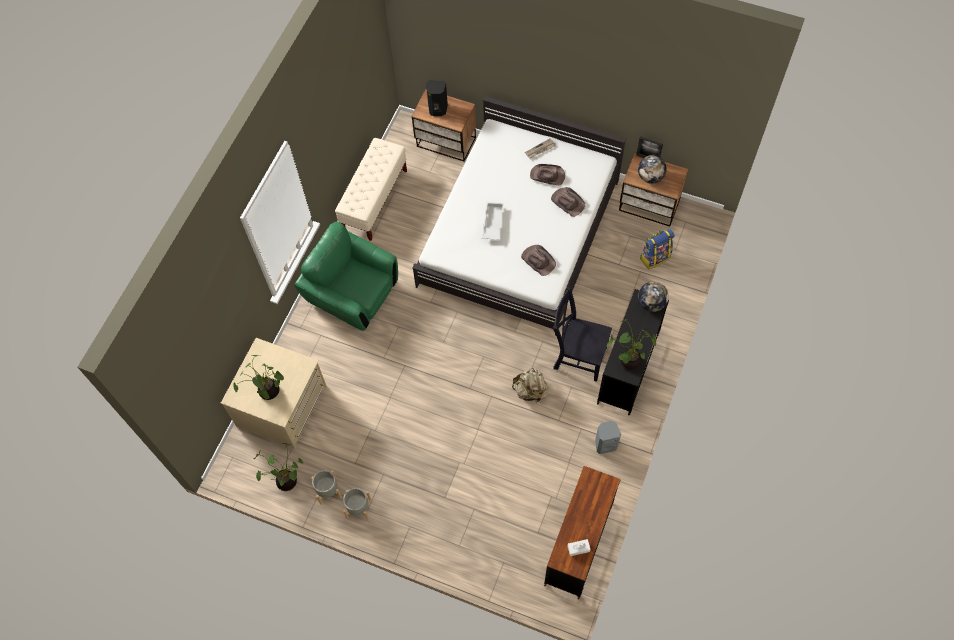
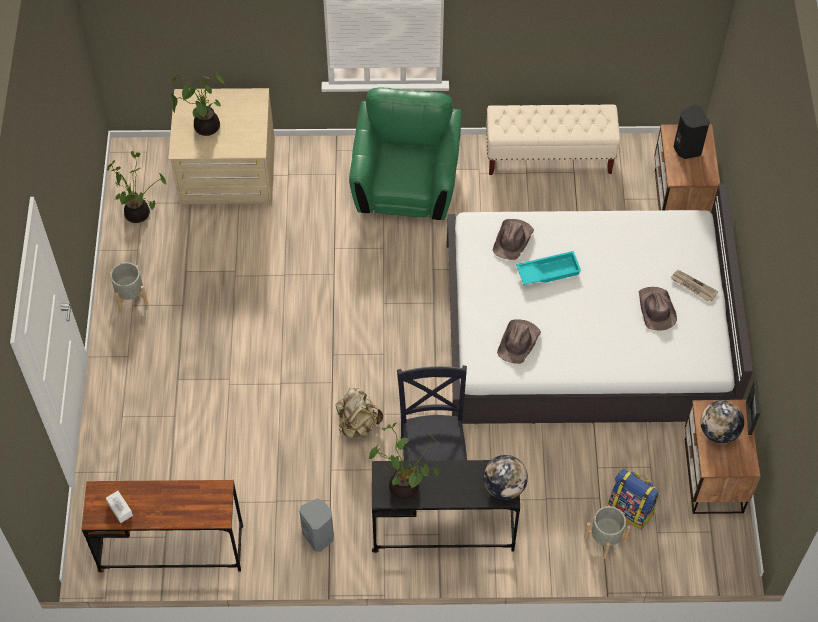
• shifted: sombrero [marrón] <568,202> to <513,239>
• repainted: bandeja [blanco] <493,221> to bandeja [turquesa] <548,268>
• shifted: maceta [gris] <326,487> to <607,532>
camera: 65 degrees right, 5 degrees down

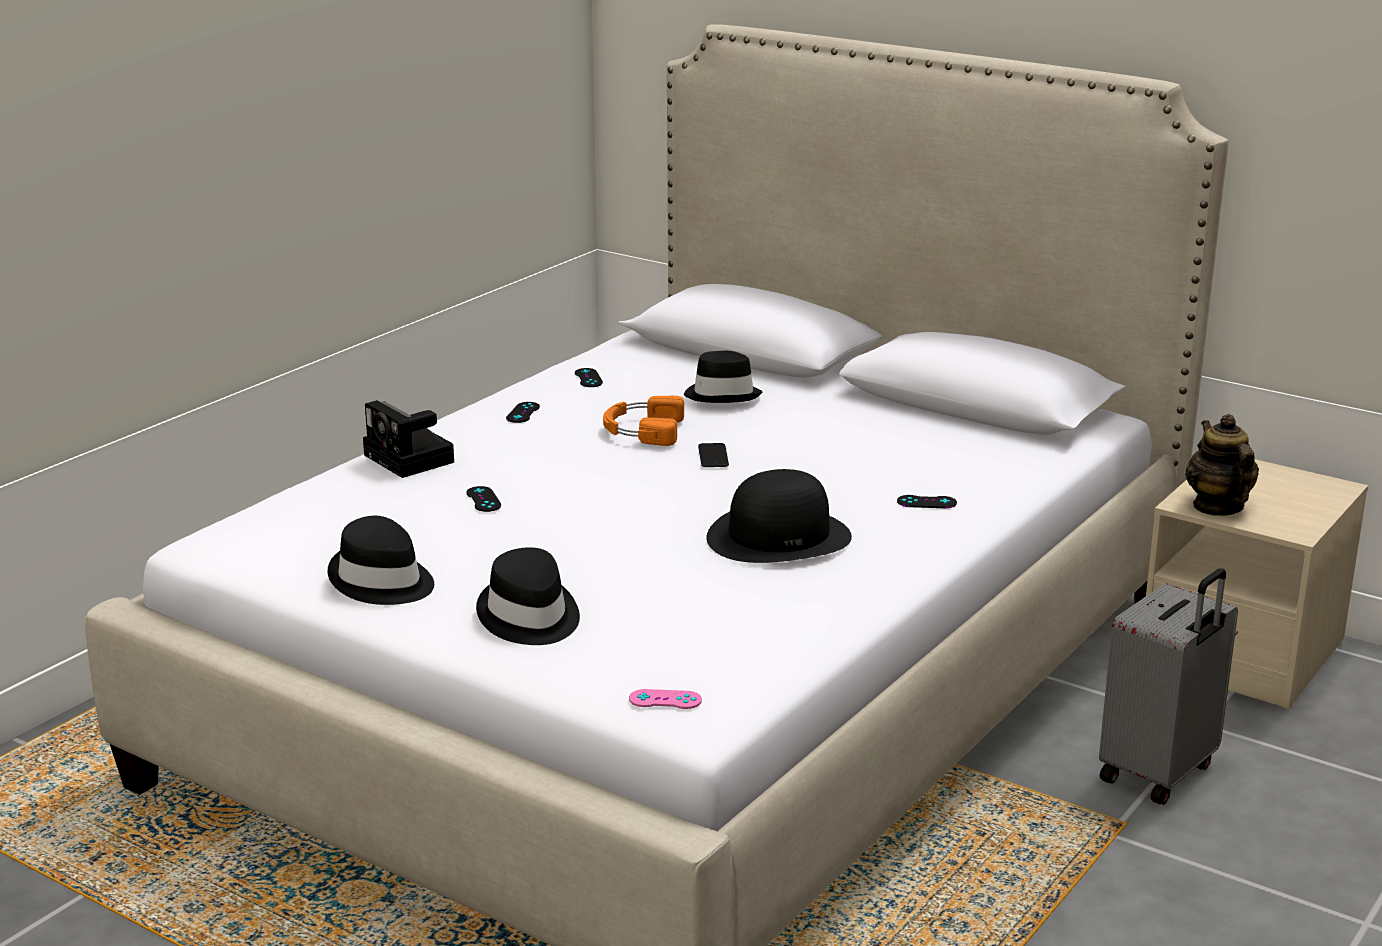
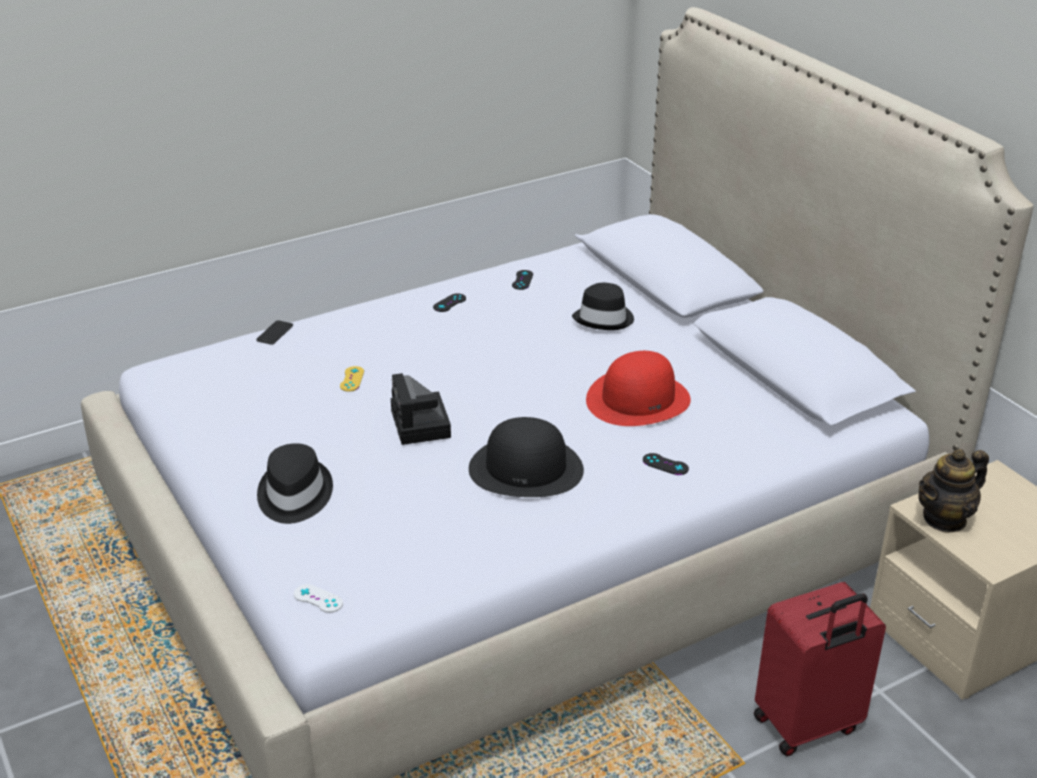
• shifted: móvil <713,455> to <274,332>
• repainted: mando de consola [rosa] <665,699> to mando de consola [blanco] <318,598>
• repainted: mando de consola [negro] <483,499> to mando de consola [amarillo] <352,379>
• shifted: cámara <408,439> to <421,409>
• new: sombrero [rojo] <638,388>
• repainted: maleta [gris] <1168,686> to maleta [rojo] <820,669>
• rotated: tetera <1222,465> = <953,491> 135 degrees counterclockwise
• gone: sombrero [negro] <381,560>
• gone: auriculares [naranja] <643,421>
camera: 25 degrees right, 10 degrees up

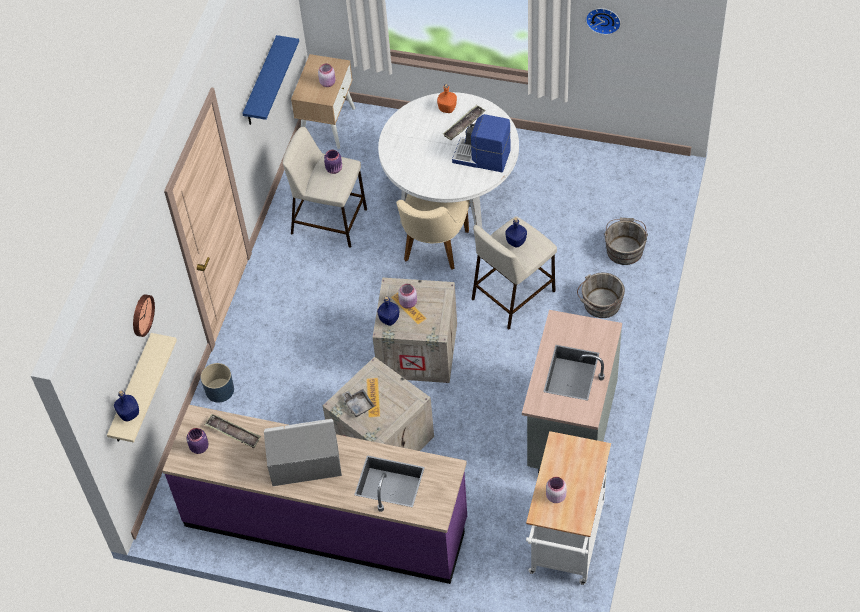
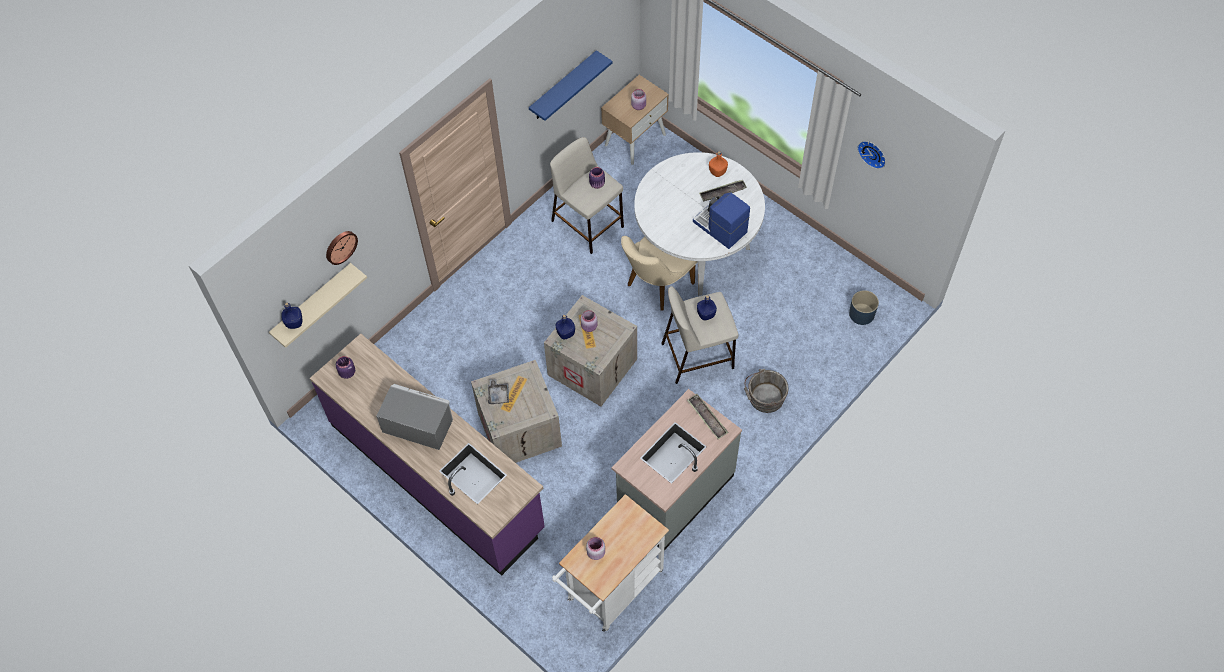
• shifted: bandeja <233,431> to <707,416>
• shifted: maceta [azul] <217,382> to <864,307>
• gone: cubo [gris] <626,241>
camera: 25 degrees right, 5 degrees up

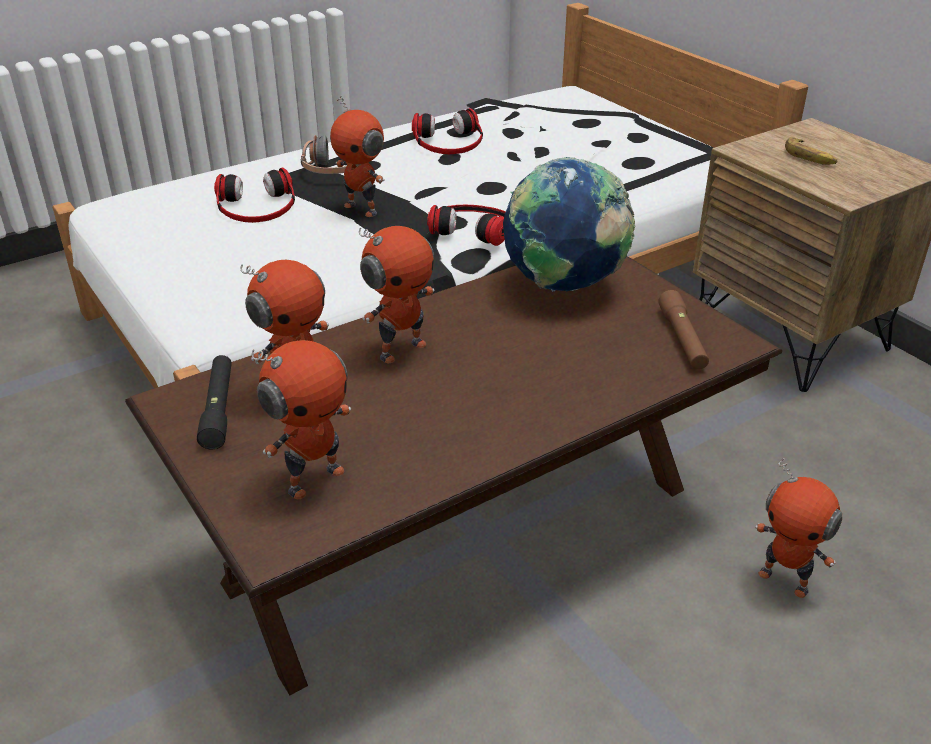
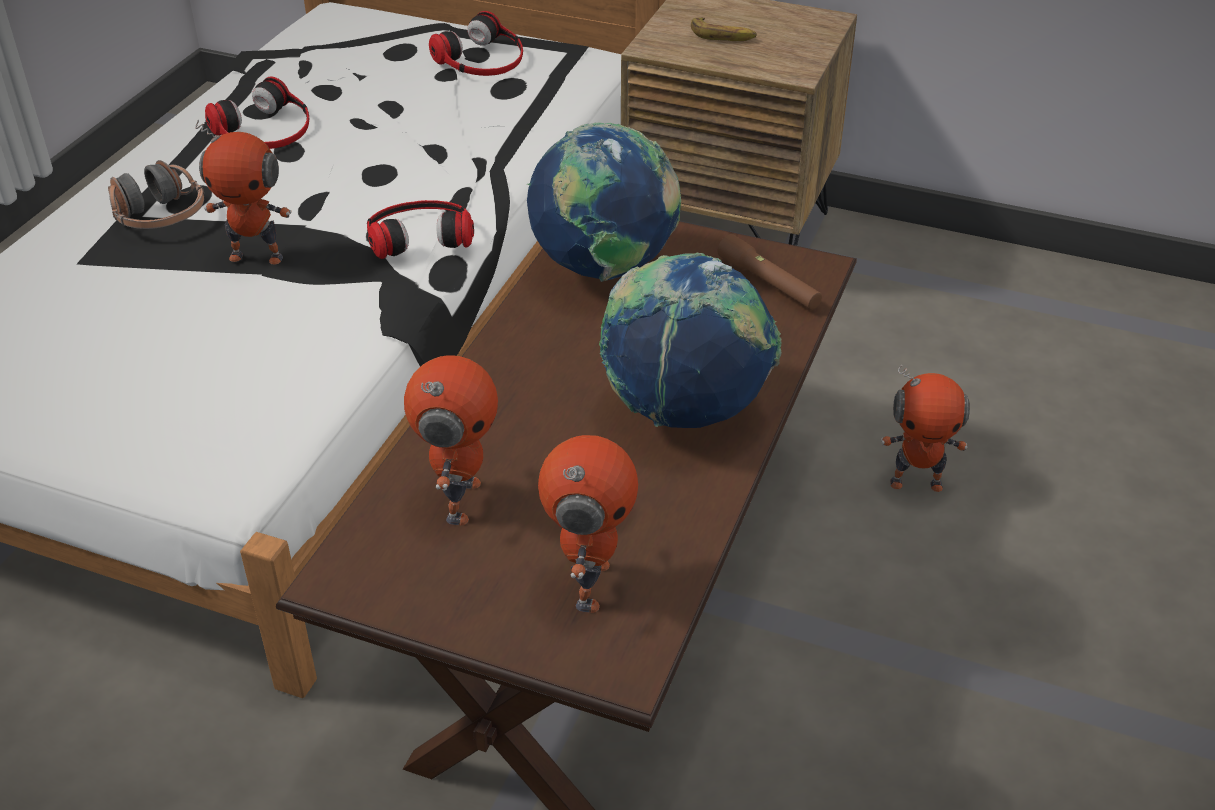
• shifted: auriculares <254,195> to <476,43>
• new: globo terráqueo <690,340>
• gone: linterna [negro] <214,402>
• gone: robot de juguete <396,294>
camera: 35 degrees left, 5 degrees up

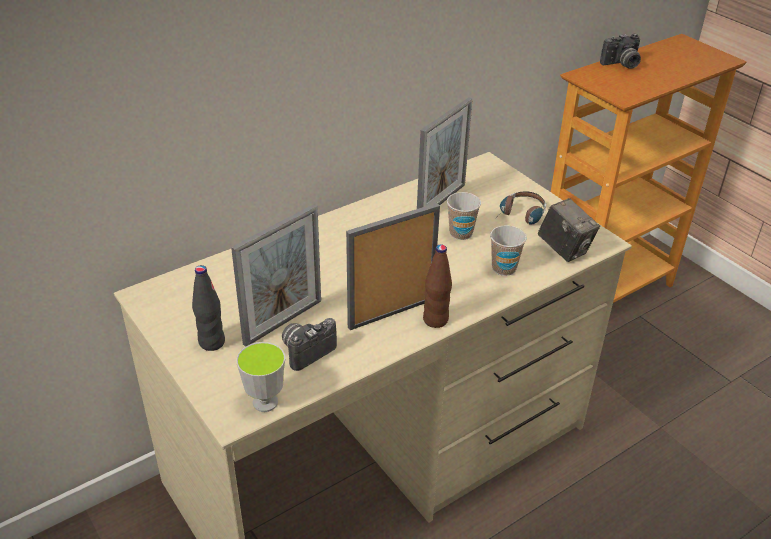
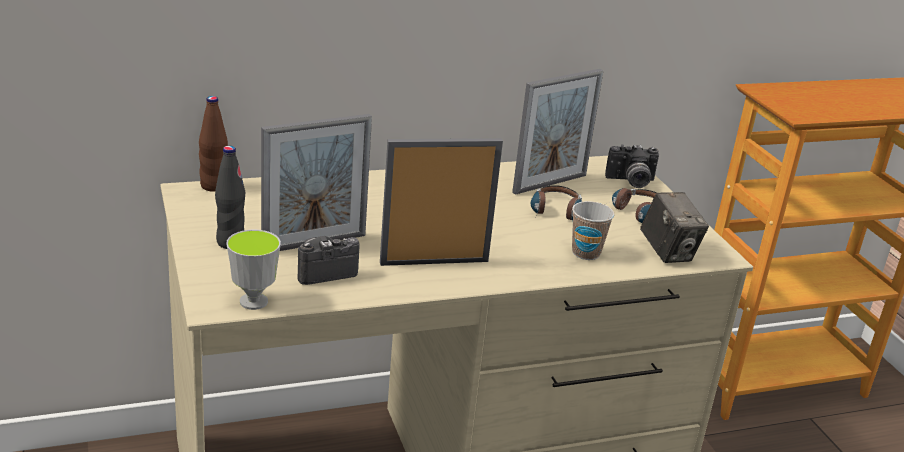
• shifted: botella [marrón] <437,286> to <213,144>
• swapped: taza <464,216> to auriculares <556,202>
• shifted: cámara <620,51> to <632,166>
camera: 15 degrees right, 10 degrees down

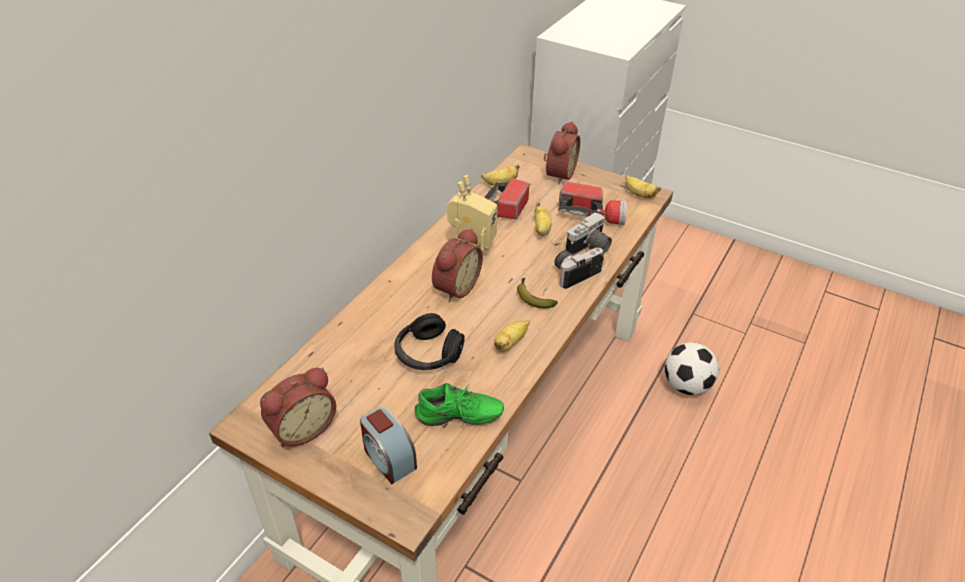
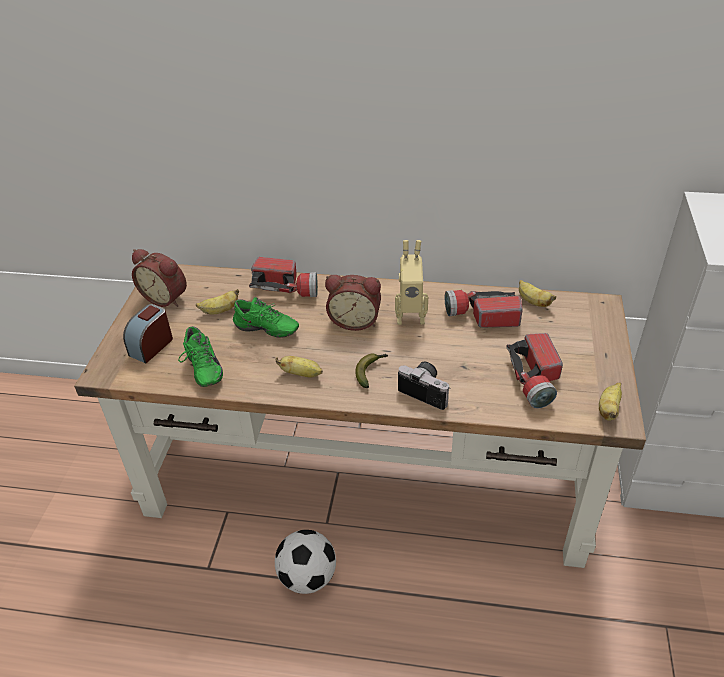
• shifted: plátano <543,219> to <217,301>
• swapped: auriculares [negro] <429,341> to zapato [verde] <266,317>
• new: linterna <283,277>
• shifted: balón de fútbol <692,368> to <305,562>
• gone: despertador <562,153>
• gone: cámara <589,234>
camera: 70 degrees right, 0 degrees up

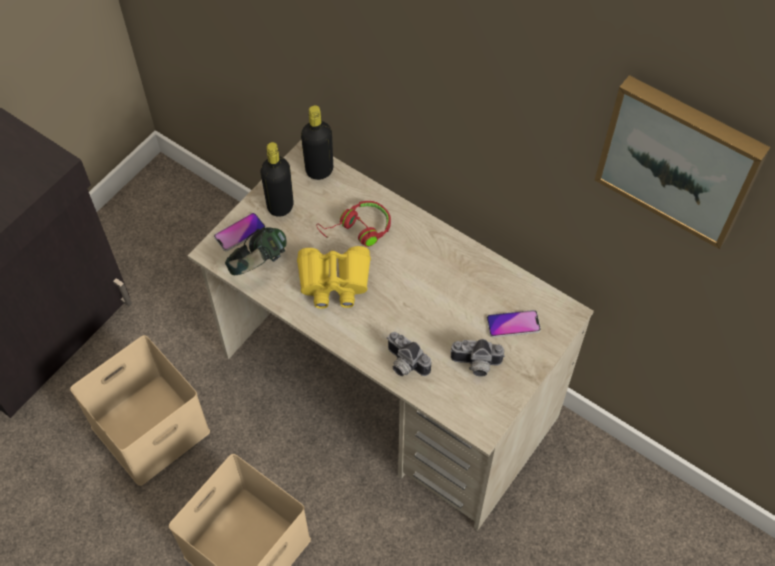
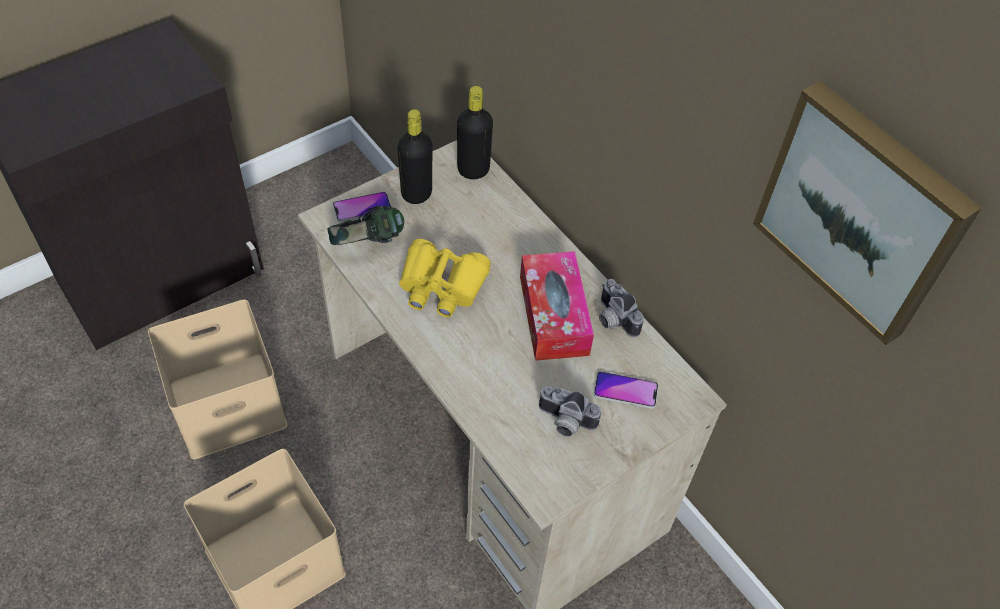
• new: caja de pañuelos <557,306>
• shifted: cámara <409,354> to <621,308>
• gone: auriculares [rojo] <353,224>
camera: 15 degrees right, 5 degrees down

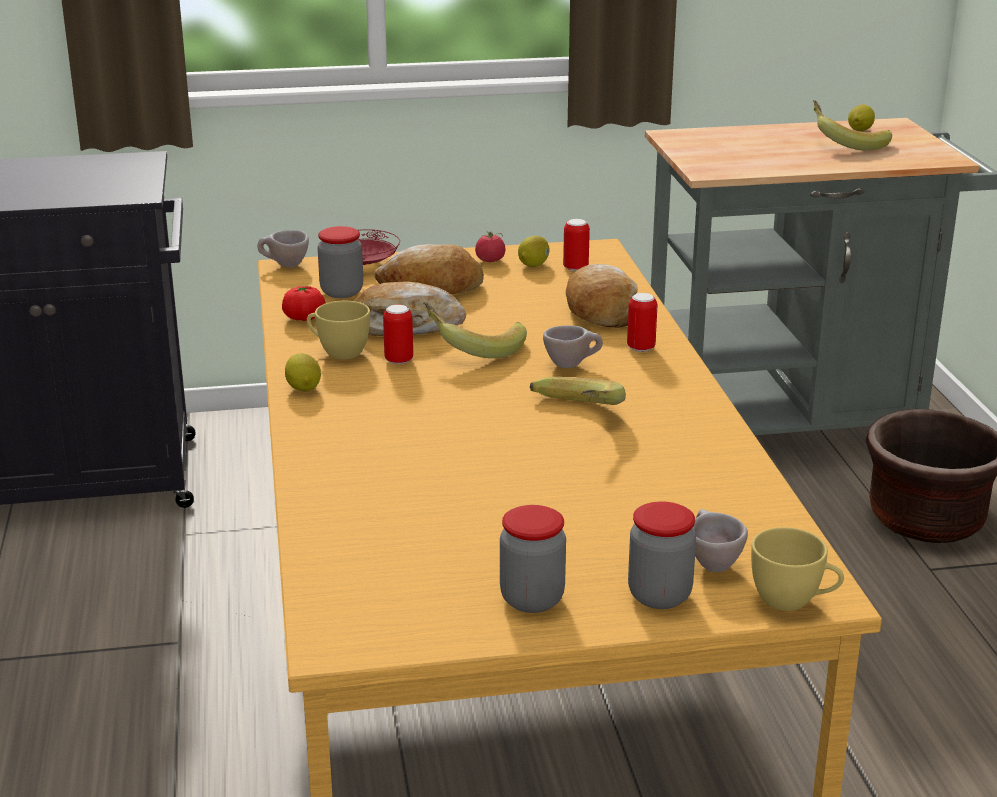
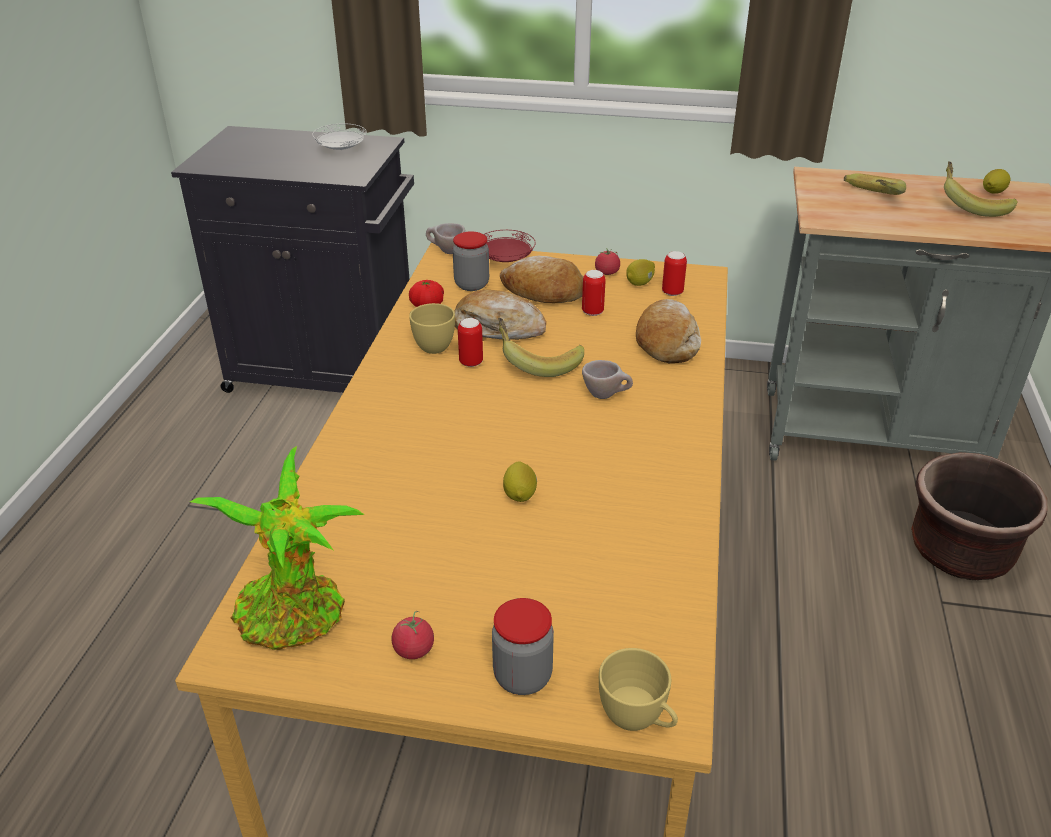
• new: planta en maceta <277,548>
• new: plato [blanco] <339,136>
• swapped: tarro <533,559> to tomate <413,635>
• shifted: limón <303,372> to <520,481>
• shifted: lata <642,322> to <594,293>
• shifted: plátano <578,391> to <875,184>
• gone: taza [beis] <720,540>
camera: 20 degrees right, 10 degrees up

